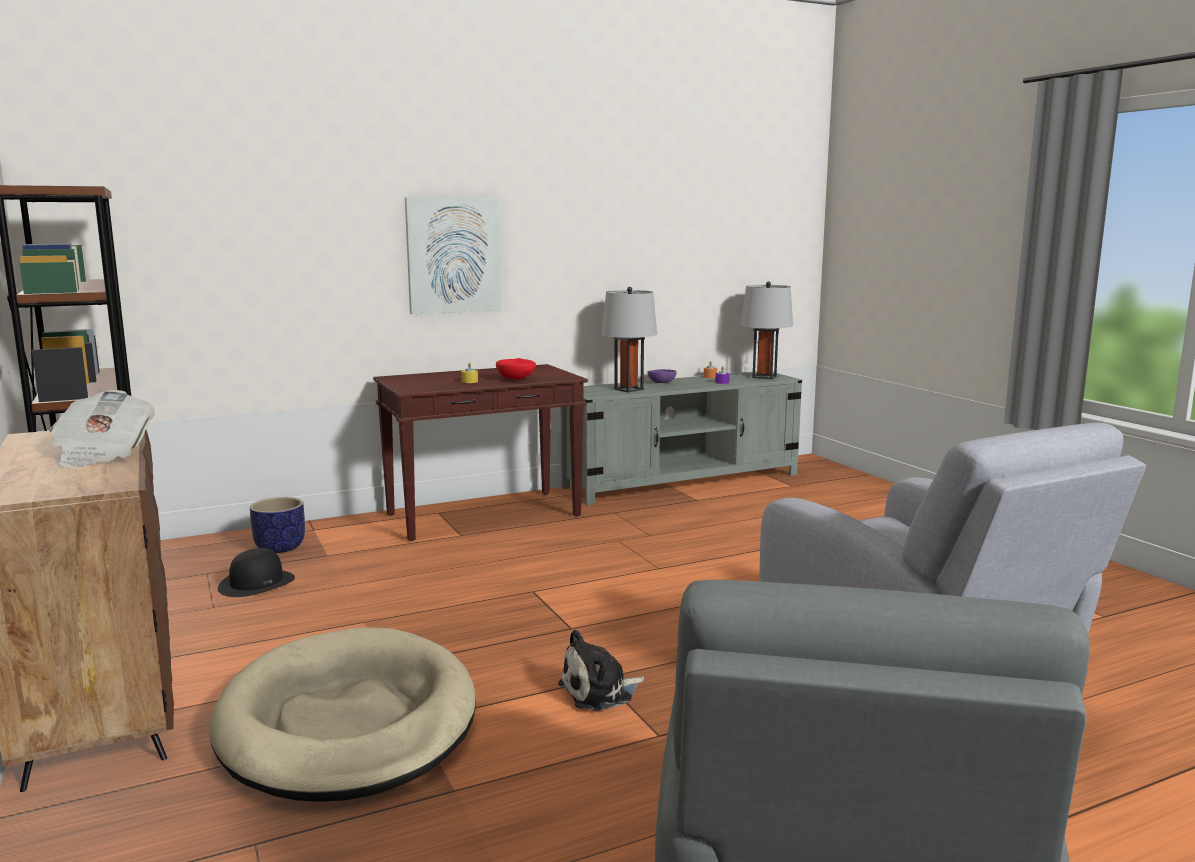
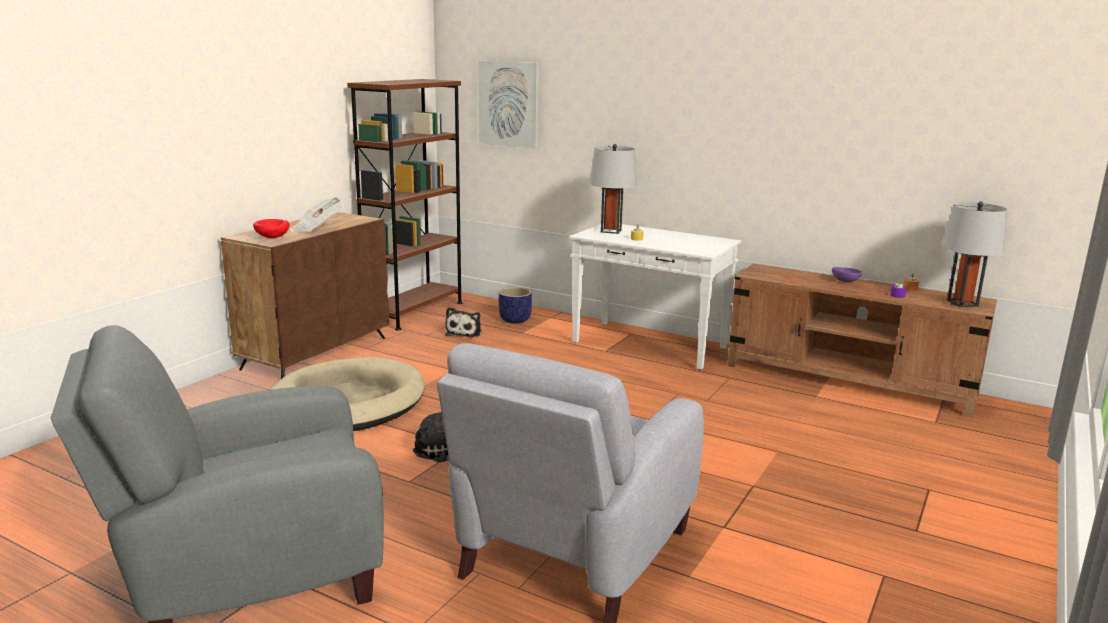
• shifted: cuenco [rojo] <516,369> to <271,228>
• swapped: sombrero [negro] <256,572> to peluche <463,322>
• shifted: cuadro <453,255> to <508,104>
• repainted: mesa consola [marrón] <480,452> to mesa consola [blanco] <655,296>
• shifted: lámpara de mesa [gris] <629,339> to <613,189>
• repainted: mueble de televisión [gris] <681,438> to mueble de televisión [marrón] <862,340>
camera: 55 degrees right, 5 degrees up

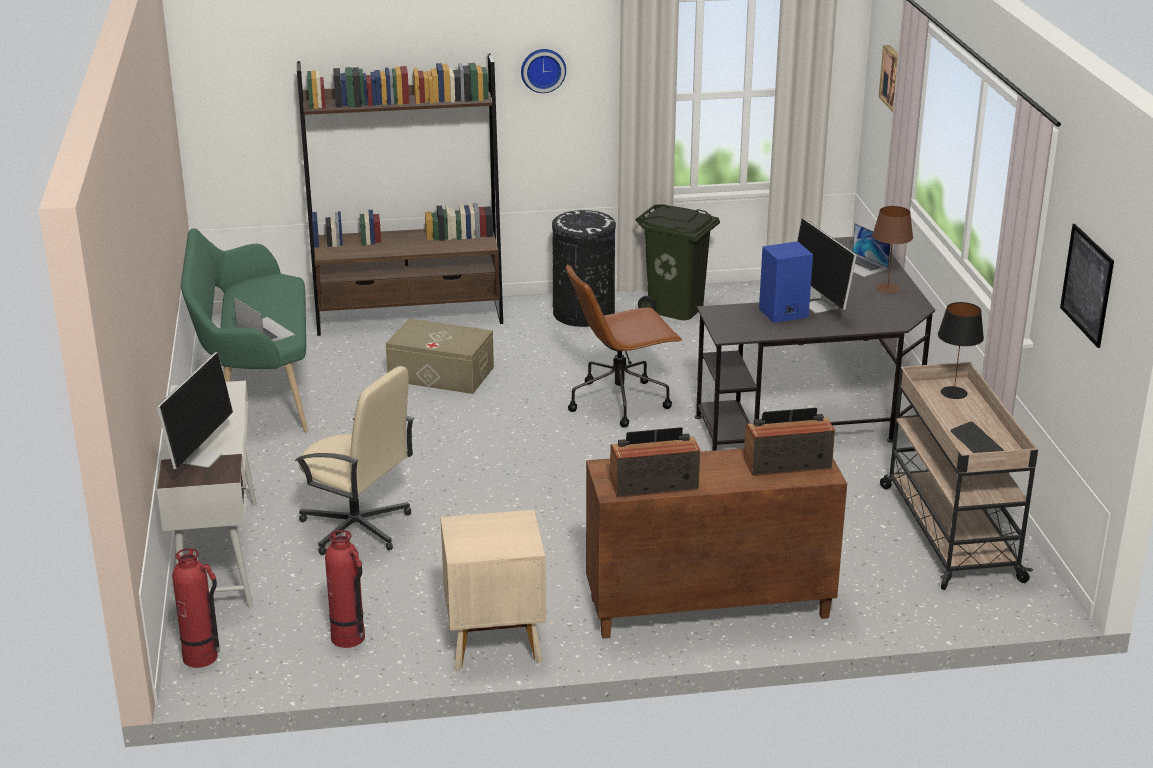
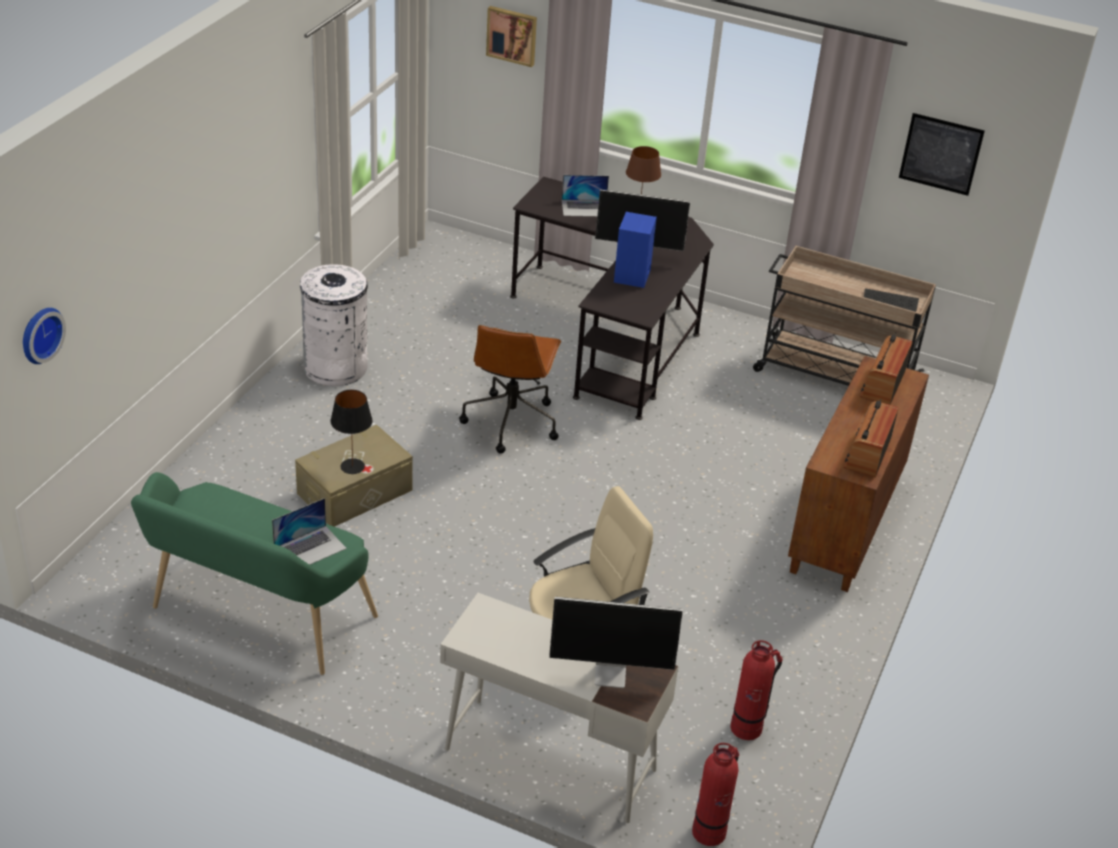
• shifted: reloj de pared <543,71> to <44,336>
• rotated: portátil <264,319> = <309,531> 150 degrees clockwise
• repainted: papelera [negro] <583,268> to papelera [blanco] <334,325>
• shifted: lámpara de mesa [negro] <961,350> to <351,432>
• rotated: monitor <195,410> = <616,642> 135 degrees clockwise
• gone: estantería [marrón] <400,194>
• gone: mesita de noche [beis] <493,590>
• gone: papelera [verde] <678,262>
camera: 60 degrees left, 10 degrees up

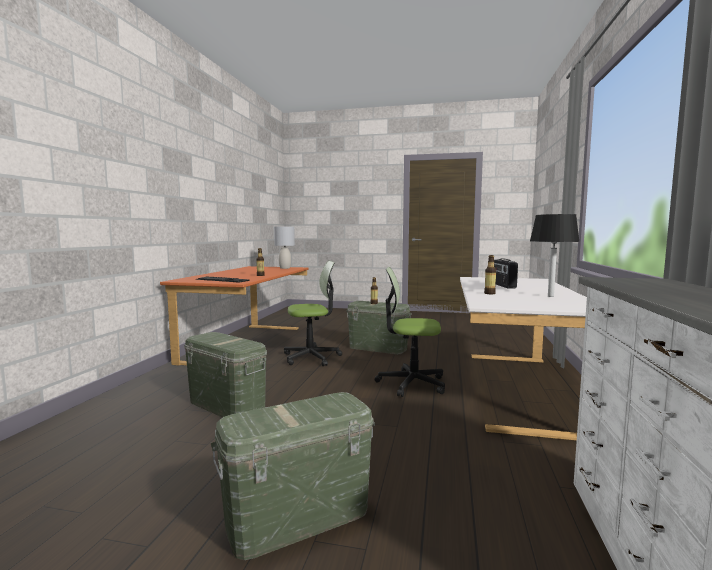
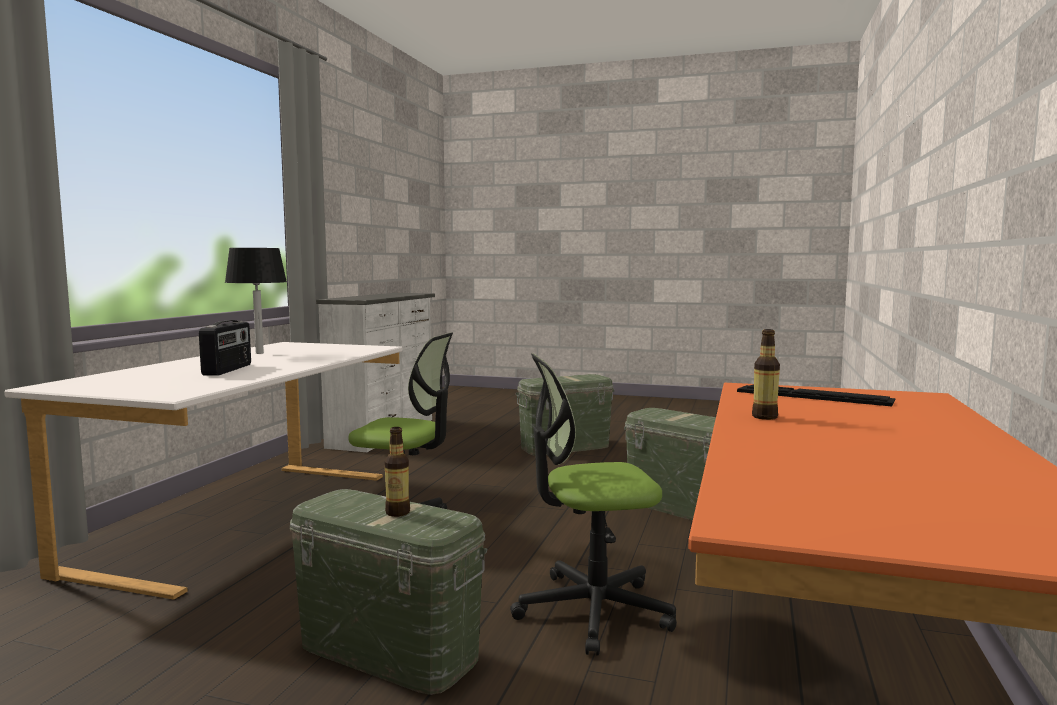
• gone: lámpara de mesa [gris] <284,247>
• gone: botella <490,274>
camera: 175 degrees left, 0 degrees up

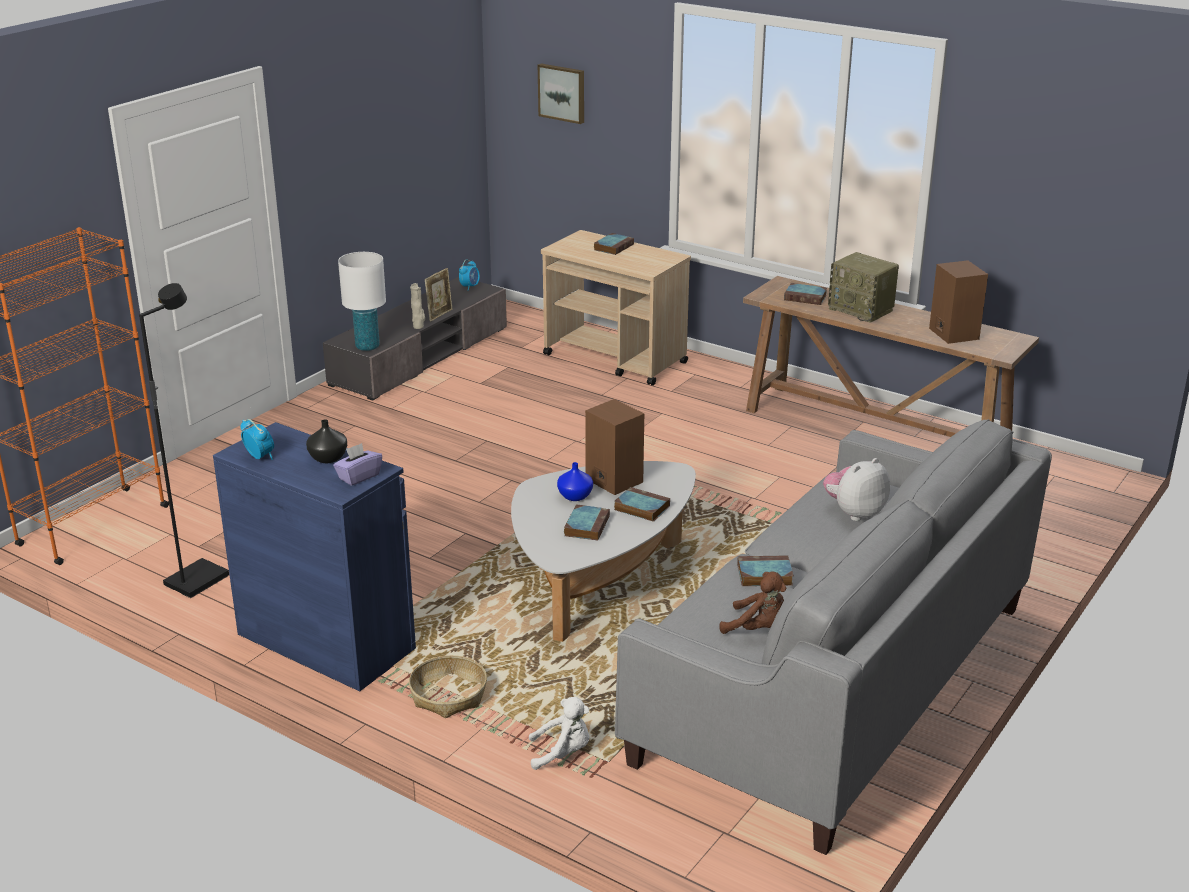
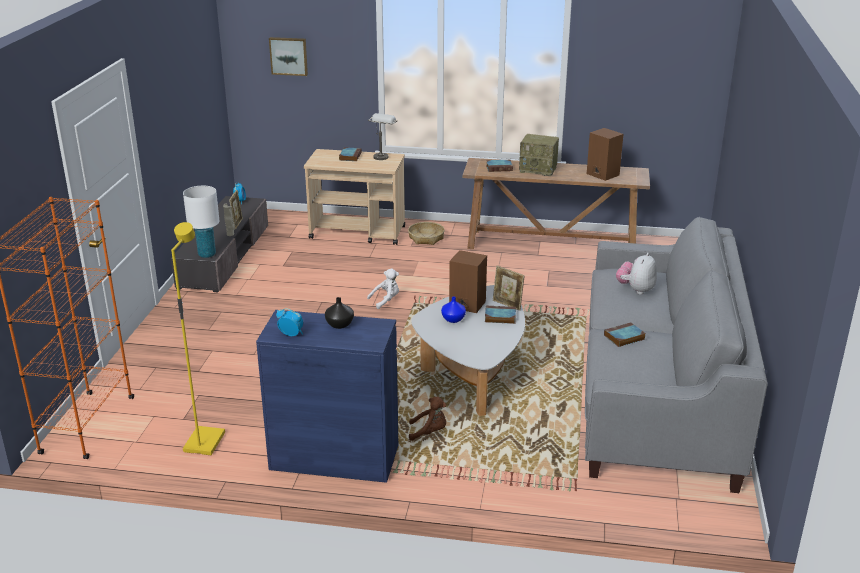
• repainted: lámpara de pie [negro] <184,440> to lámpara de pie [amarillo] <198,338>
• shifted: peluche [blanco] <559,733> to <383,289>
• new: lámpara de mesa [gris] <382,136>
• shifted: cesta <448,686> to <426,233>
• shifted: peluche [marrón] <752,603> to <427,419>
• new: portarretratos <509,288>
• gone: caja de pañuelos [morado] <357,464>
• gone: libro <587,522>
camera: 25 degrees left, 0 degrees up

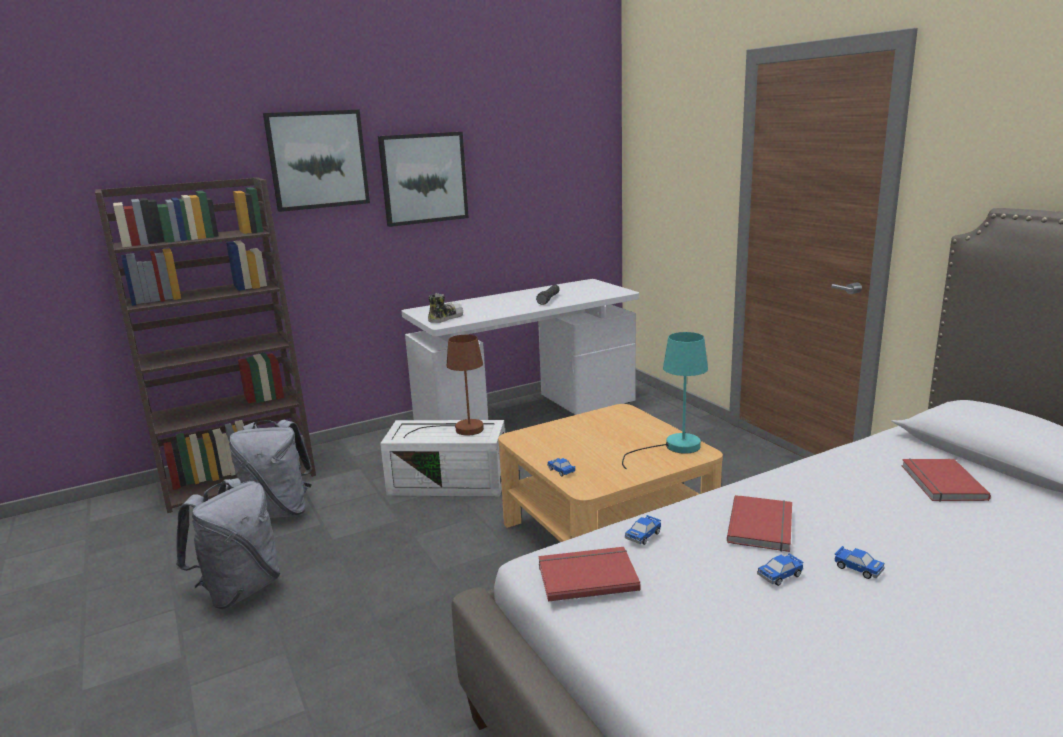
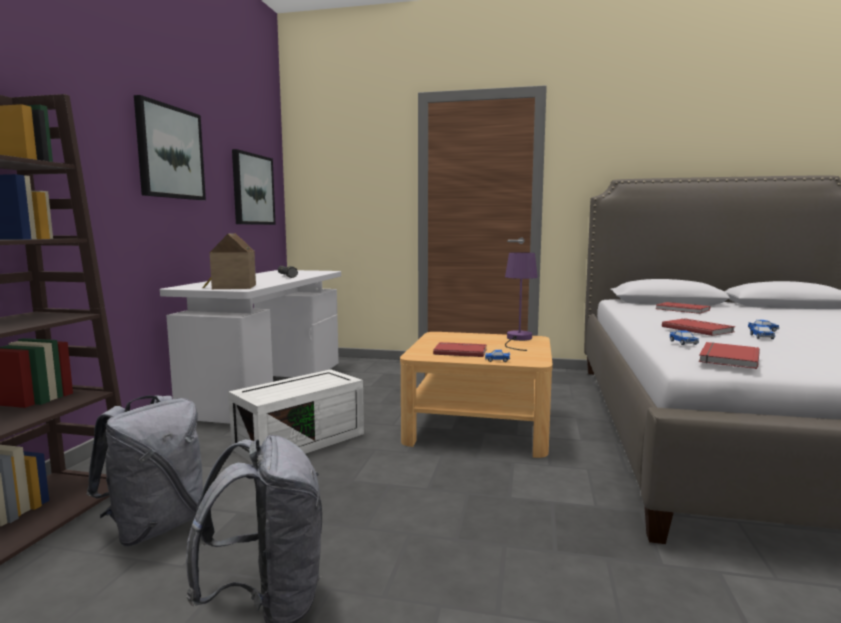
• swapped: zapato <445,308> to casita <229,261>
• shifted: cuadro <316,161> to <254,187>
• new: libro [rojo] <459,349>
• repainted: lámpara de mesa [turquesa] <665,401> to lámpara de mesa [morado] <521,301>
• gone: lámpara de mesa [marrón] <444,386>
camera: 50 degrees left, 10 degrees down

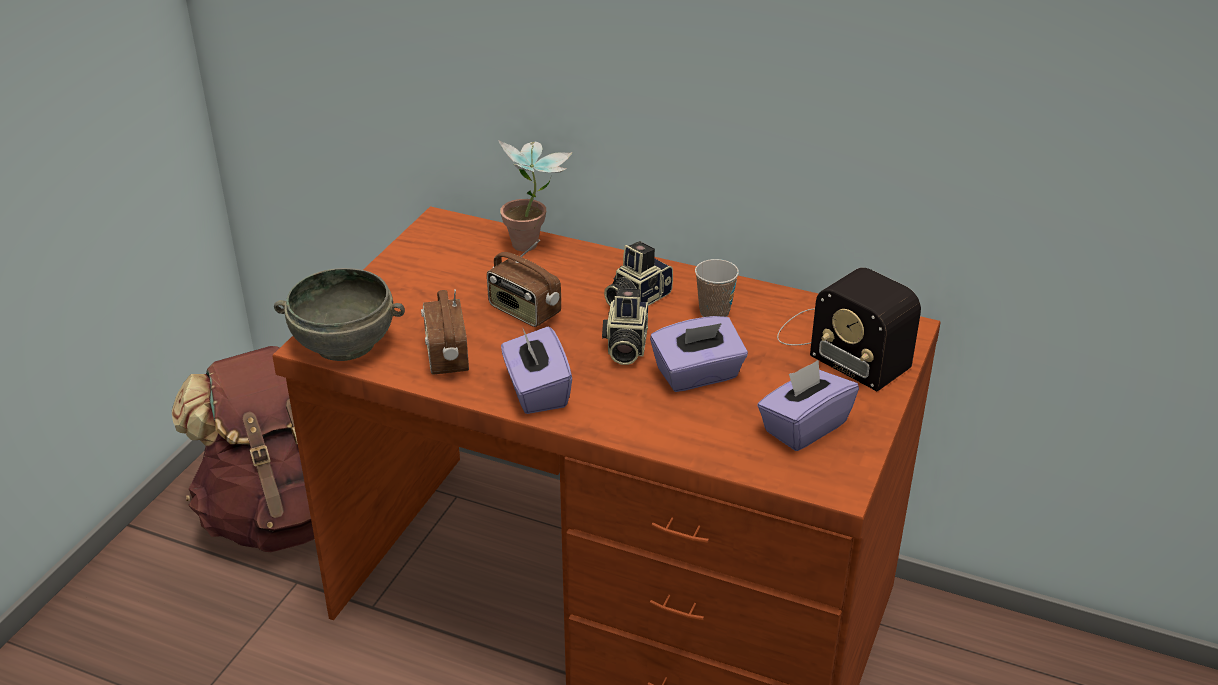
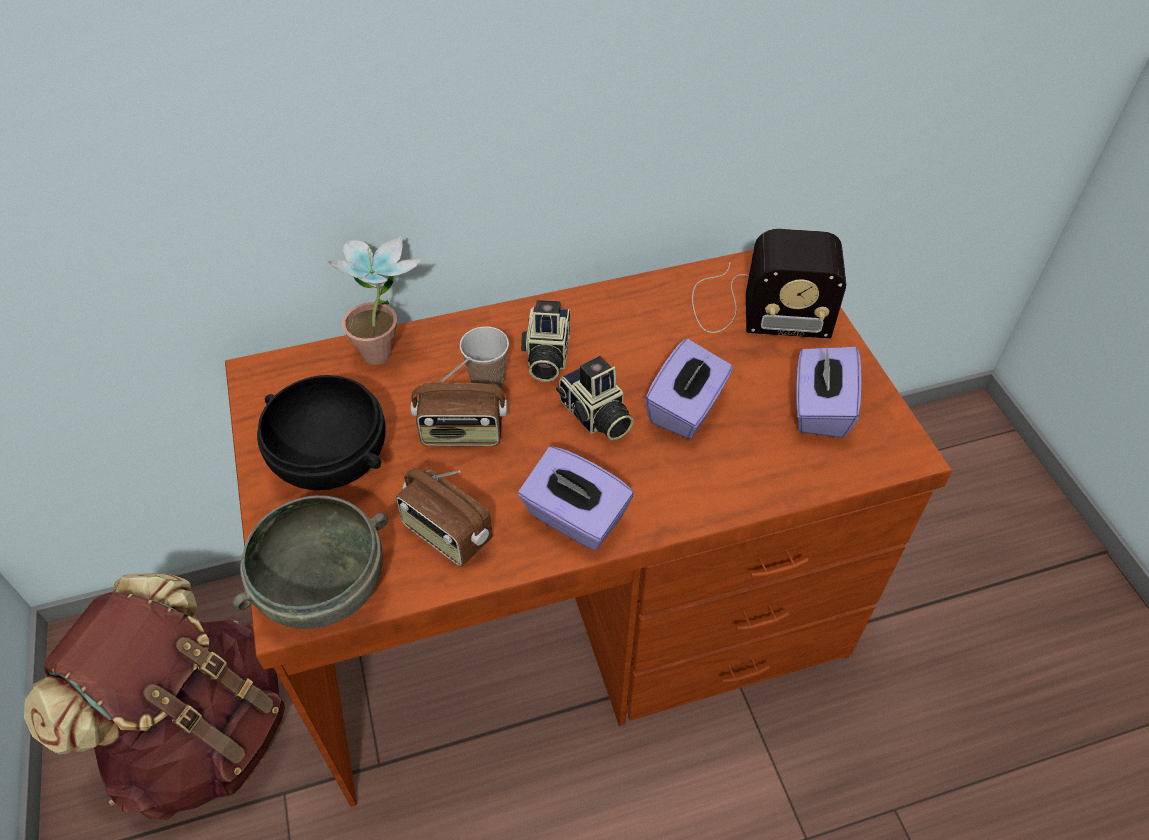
• new: cuenco [negro] <321,432>
• shifted: taza <717,288> to <484,357>
camera: 40 degrees left, 15 degrees up

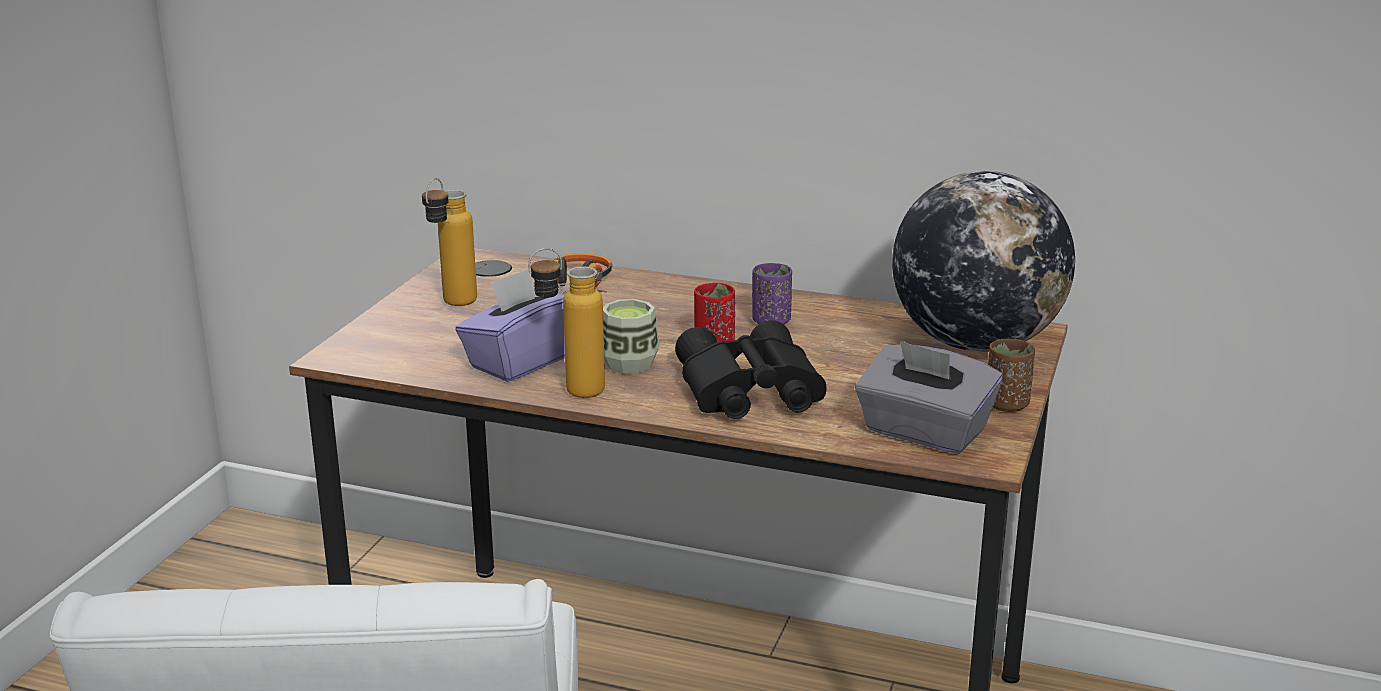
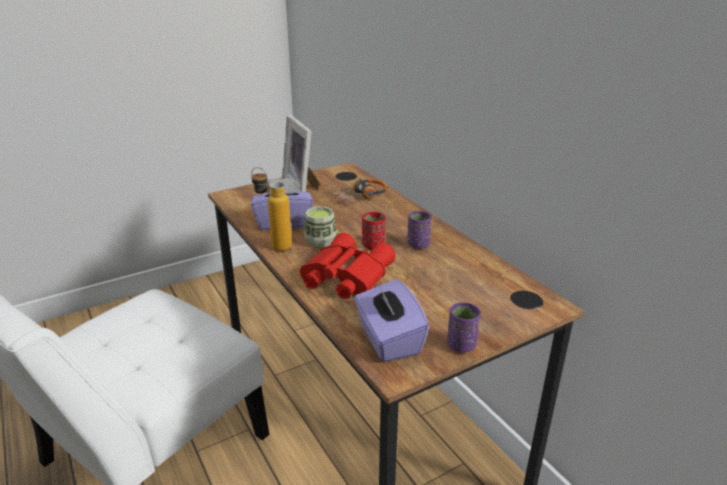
• swapped: botella <449,242> to portarretratos <300,153>
• repainted: prismáticos [negro] <750,369> to prismáticos [rojo] <347,266>
• repainted: caja de pañuelos [gris] <928,397> to caja de pañuelos [morado] <391,320>
• repainted: taza [marrón] <1011,375> to taza [morado] <463,327>
• gone: globo terráqueo <983,261>
camera: 40 degrees right, 5 degrees up

